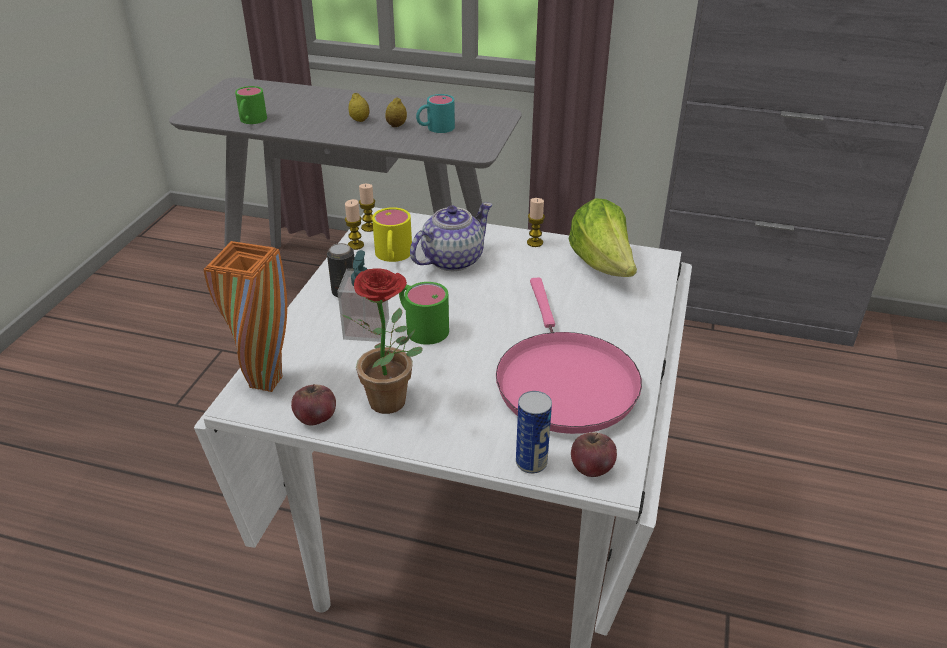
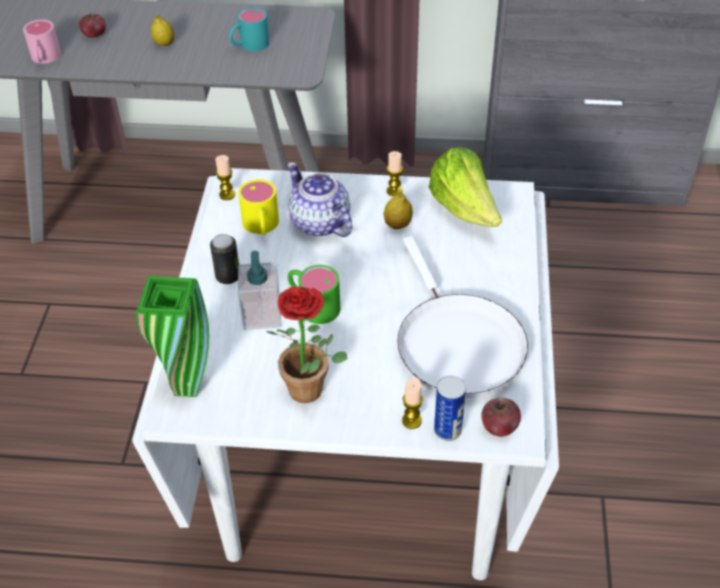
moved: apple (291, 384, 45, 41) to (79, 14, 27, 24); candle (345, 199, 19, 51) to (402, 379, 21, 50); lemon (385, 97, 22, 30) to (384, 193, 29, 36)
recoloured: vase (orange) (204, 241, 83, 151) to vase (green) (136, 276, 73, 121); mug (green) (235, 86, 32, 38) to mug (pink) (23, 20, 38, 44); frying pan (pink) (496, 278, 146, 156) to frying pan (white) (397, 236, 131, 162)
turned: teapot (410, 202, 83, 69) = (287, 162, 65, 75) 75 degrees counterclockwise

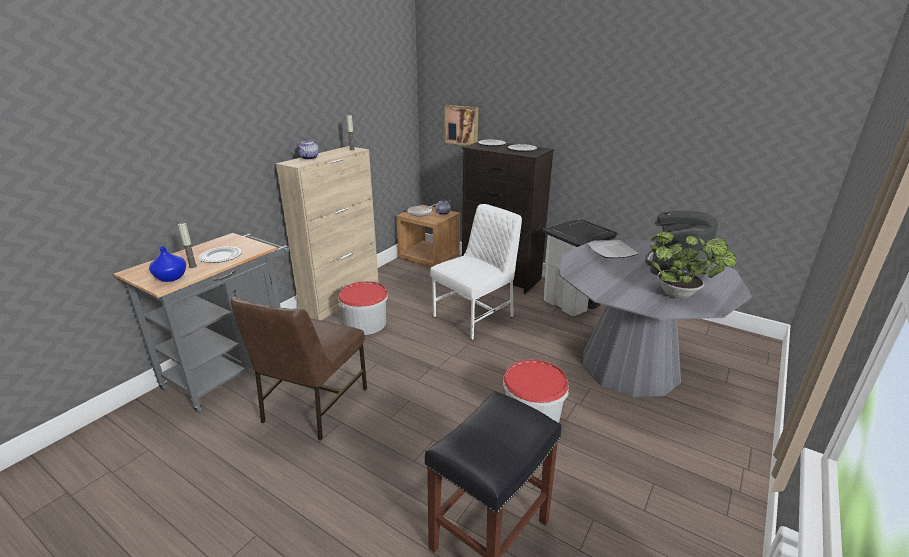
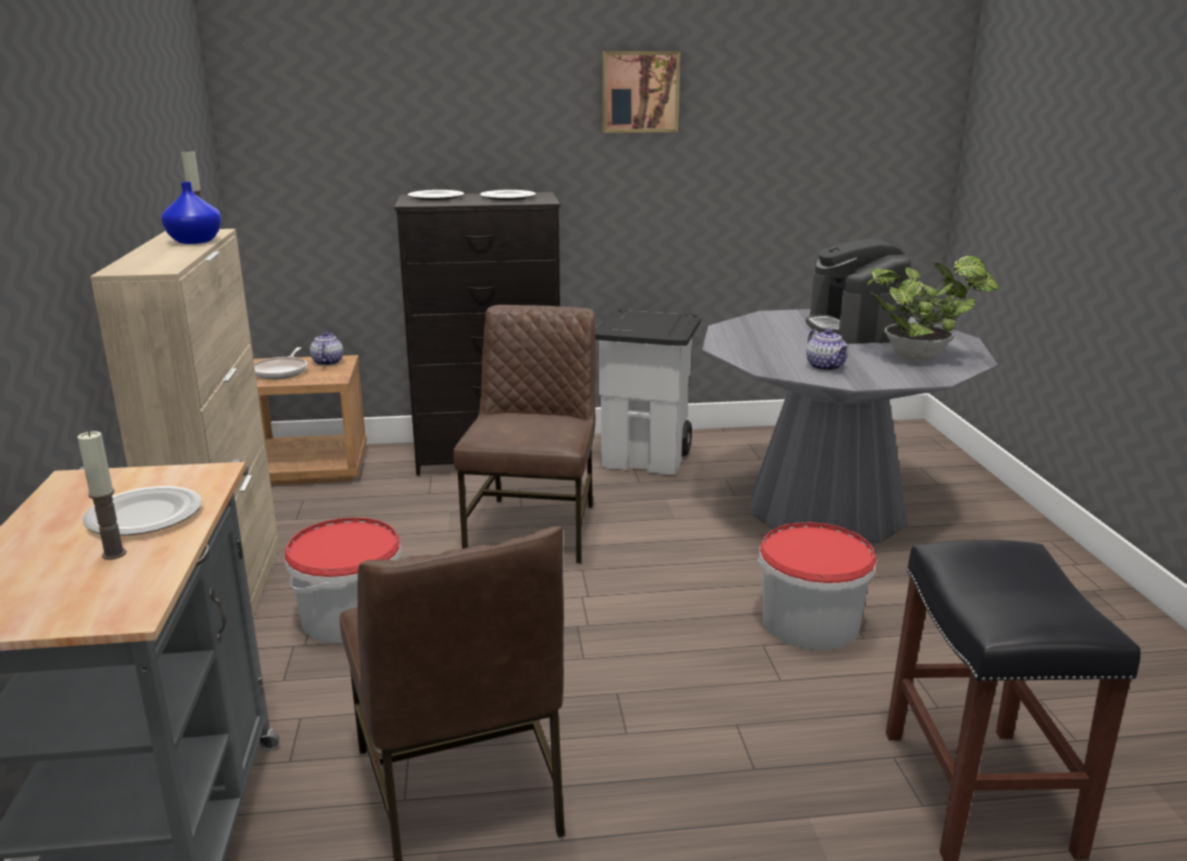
removed: plate (588, 240, 51, 18)
moved: vase (blue) (149, 246, 37, 36) to (161, 182, 60, 62); teapot (297, 138, 22, 22) to (806, 329, 42, 42); picture (444, 105, 34, 41) to (602, 51, 78, 82)
recoloured: chair (white) (430, 204, 92, 136) to chair (brown) (453, 305, 143, 258)

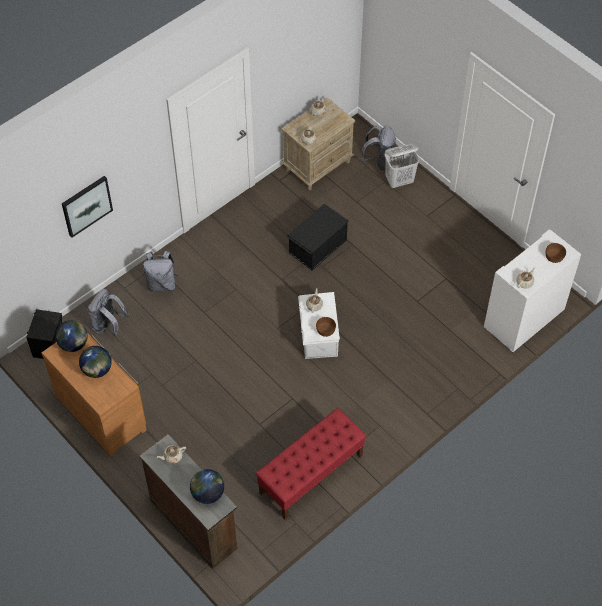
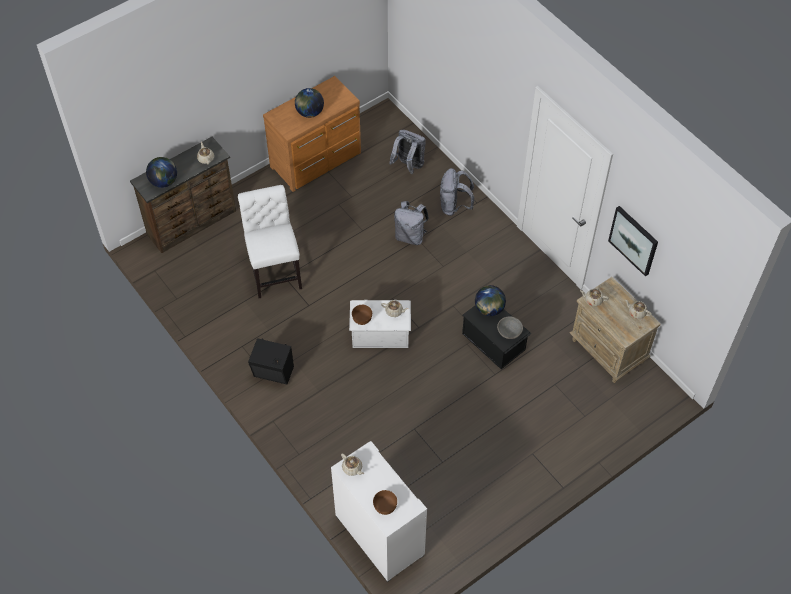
removed: bench (red) (256, 408, 110, 112); laundry basket (white) (384, 144, 35, 44)
added: chair (white) (238, 185, 64, 113); bowl (grey) (497, 316, 26, 23)
moved: speaker (black) (26, 309, 36, 50) to (248, 338, 46, 46); globe (55, 320, 33, 32) to (475, 285, 31, 31); picture (62, 176, 51, 62) to (608, 206, 50, 71); backpack (grey) (361, 125, 35, 45) to (394, 201, 35, 44)

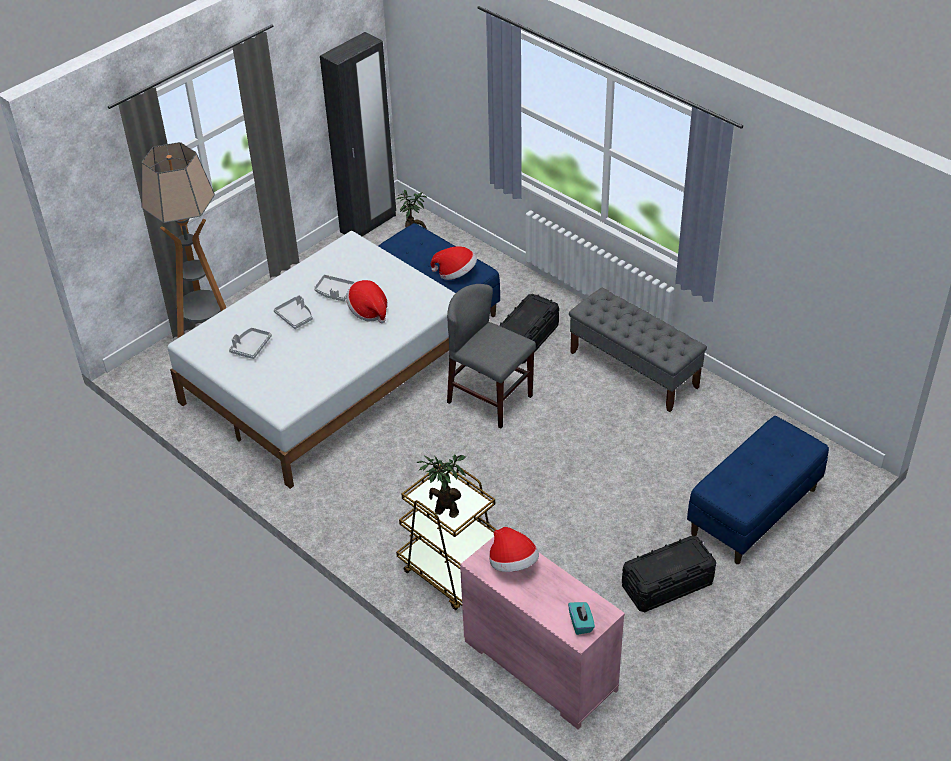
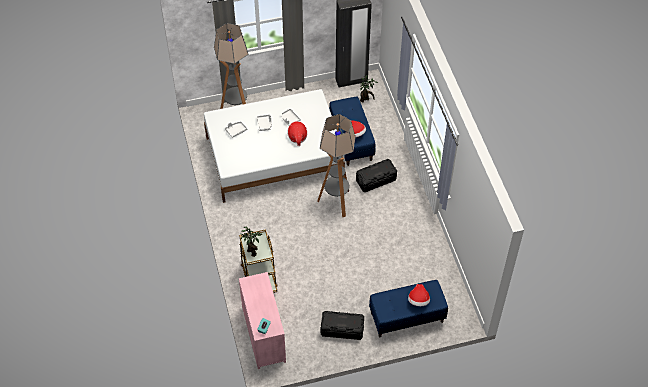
removed: bench (grey) (569, 288, 138, 124)
moved: hat (489, 527, 50, 45) to (408, 284, 22, 22)
replaced: chair (grey) (447, 284, 89, 144) to floor lamp (318, 114, 38, 103)

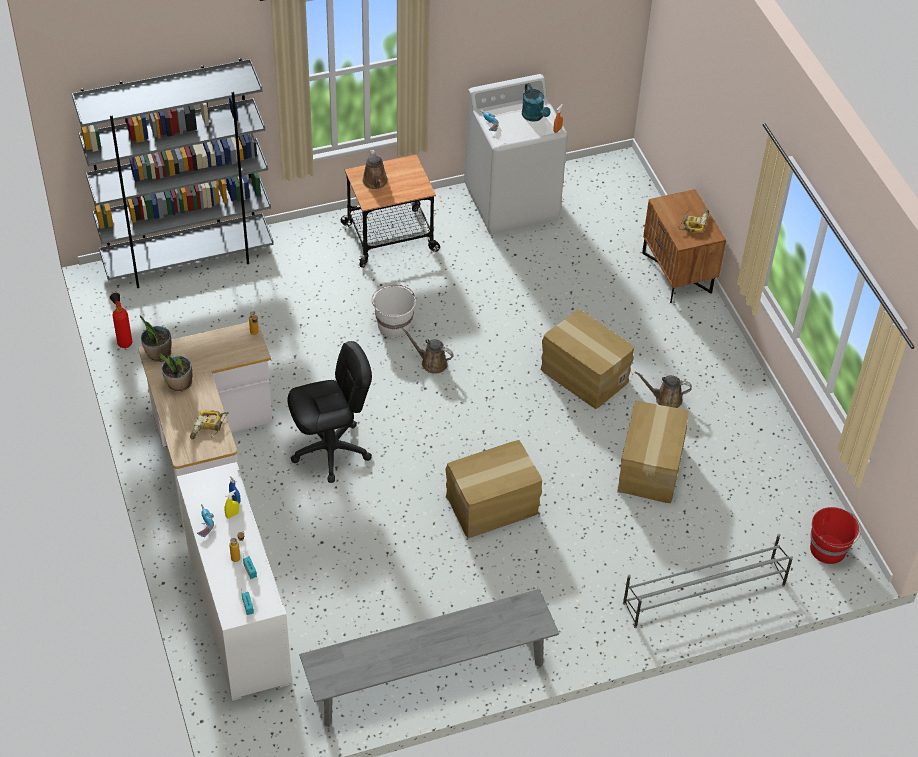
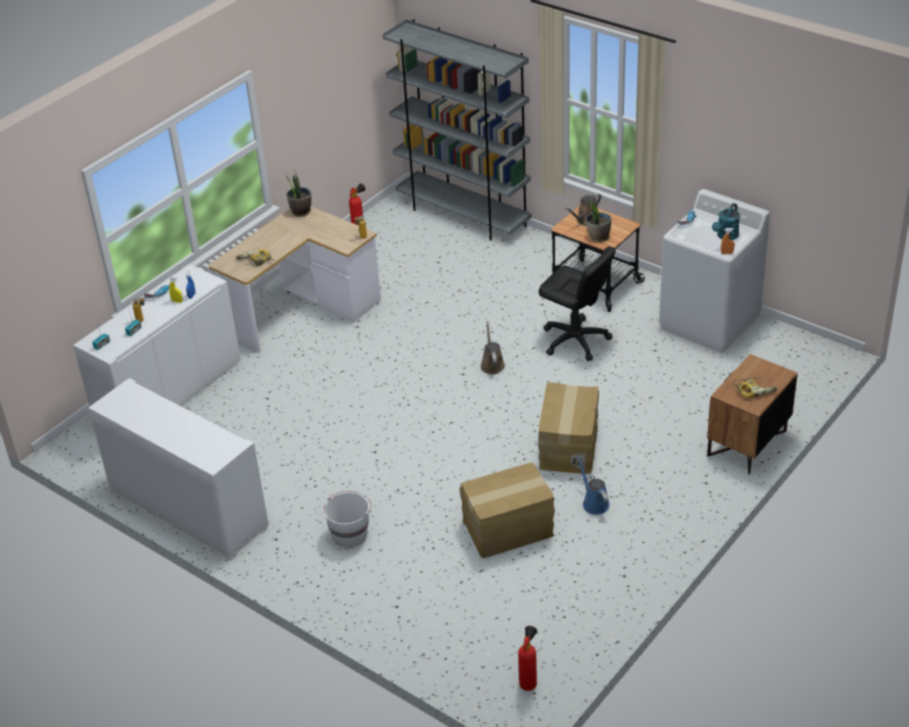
removed: cardboard box (445, 440, 97, 98); shoe rack (grey) (623, 534, 170, 94)
moved: potted plant (159, 353, 33, 39) to (586, 197, 25, 45); office chair (black) (288, 341, 84, 142) to (539, 246, 77, 115); bucket (white) (372, 285, 44, 53) to (324, 491, 47, 57)
replaced: bench (grey) (299, 589, 260, 138) to cabinet (white) (88, 378, 181, 183); bucket (red) (810, 507, 51, 57) to fire extinguisher (518, 626, 19, 65)
recoloured: watering can (brown) (635, 372, 57, 36) to watering can (blue) (577, 456, 32, 59)

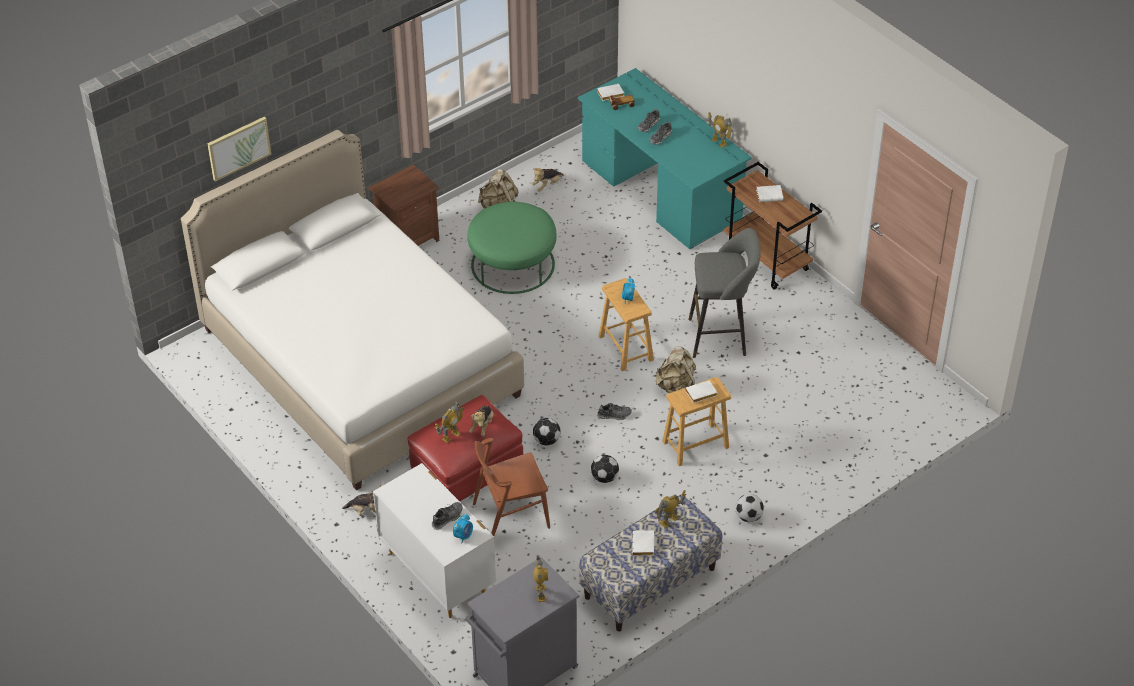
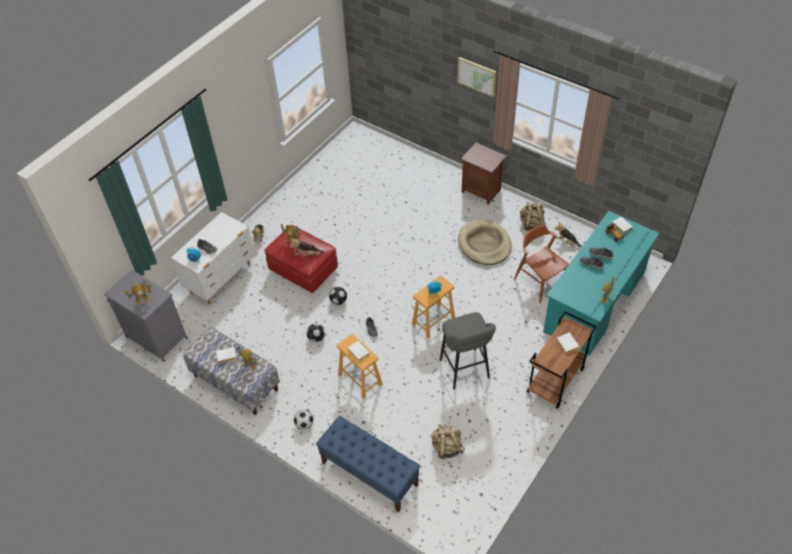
removed: bed (white) (181, 130, 343, 361)
added: bench (blue) (316, 416, 104, 97)
moved: picture (207, 117, 64, 65) to (457, 57, 39, 40); chair (brown) (473, 438, 77, 98) to (514, 224, 55, 79); backpack (beige) (656, 346, 40, 47) to (432, 424, 33, 35)
replaced: ottoman (green) (468, 202, 88, 92) to dog bed (beige) (458, 219, 53, 46)

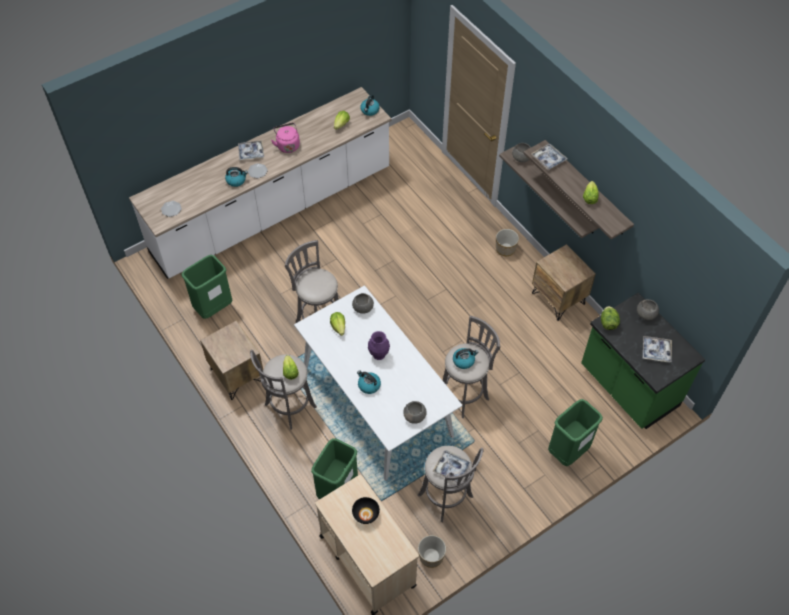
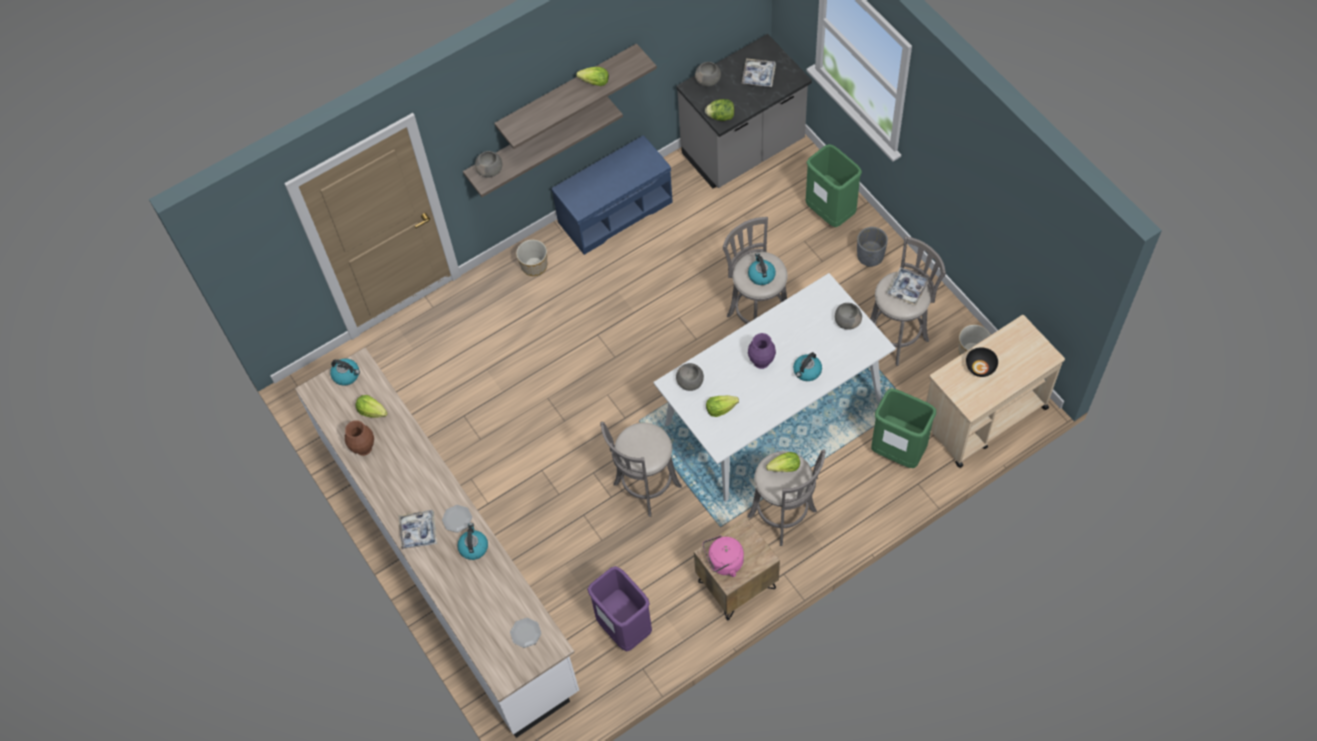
removed: tray (531, 144, 36, 26)
added: vase (brown) (345, 420, 29, 36); planter (grey) (857, 227, 31, 40)
moved: kettle (pink) (271, 123, 29, 30) to (703, 535, 41, 42)
replaced: nightstand (brown) (532, 244, 64, 77) to bench (blue) (551, 135, 122, 120)
recoloured: trash can (green) (181, 255, 52, 64) to trash can (purple) (587, 566, 65, 86); counter (green) (581, 293, 124, 136) to counter (grey) (676, 34, 136, 154)

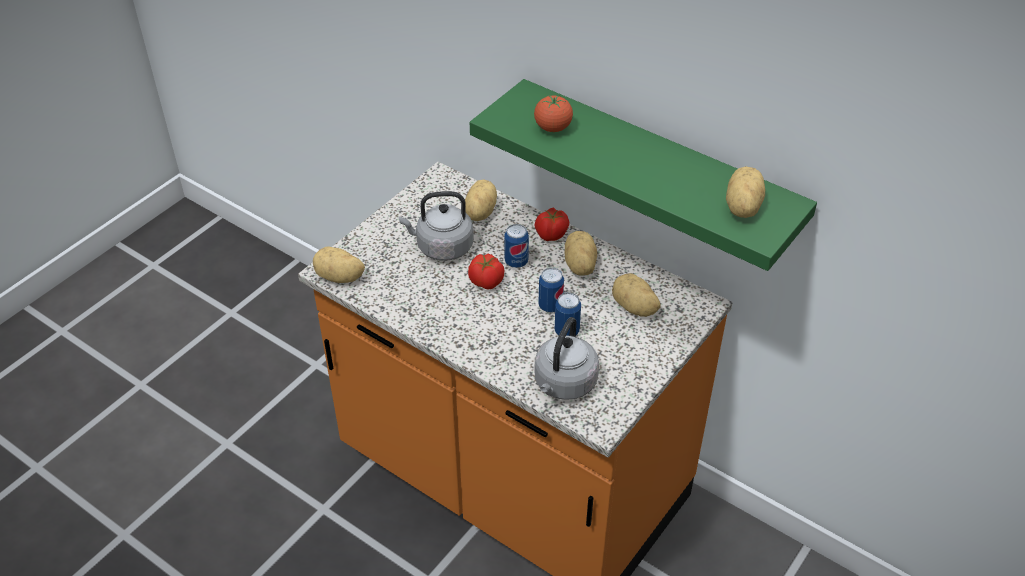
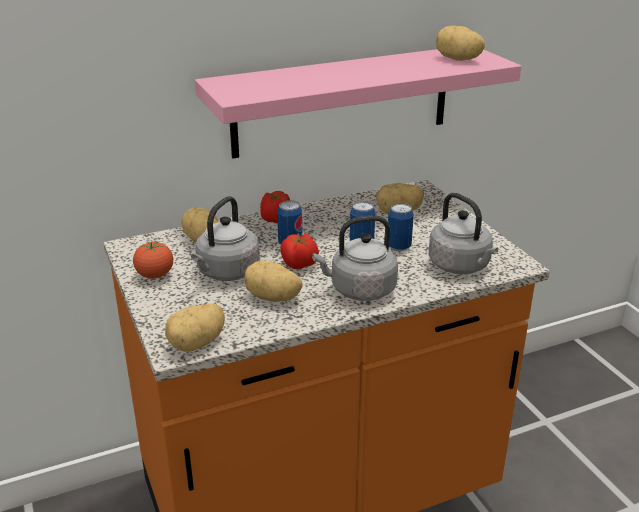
added: kettle (grey) (312, 216, 86, 85)
moved: tomato (534, 96, 39, 36) to (133, 241, 40, 38); potato (565, 231, 32, 45) to (244, 260, 59, 41)
recoloured: shelf (green) (470, 79, 347, 192) to shelf (pink) (195, 49, 326, 110)

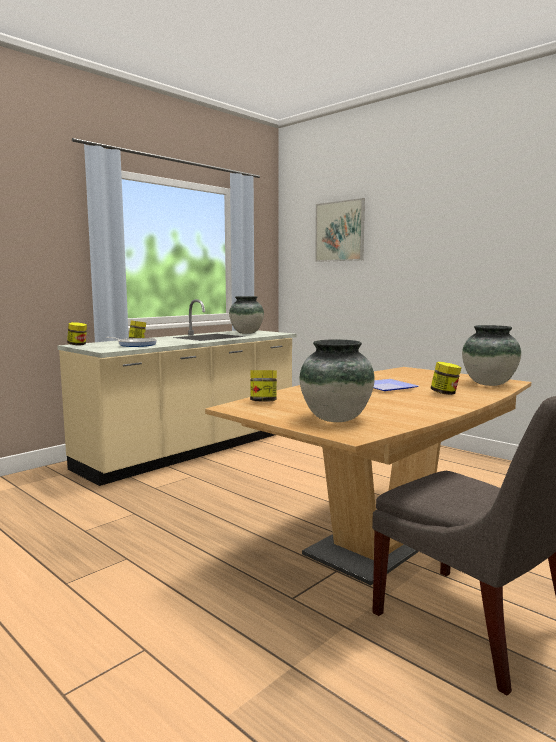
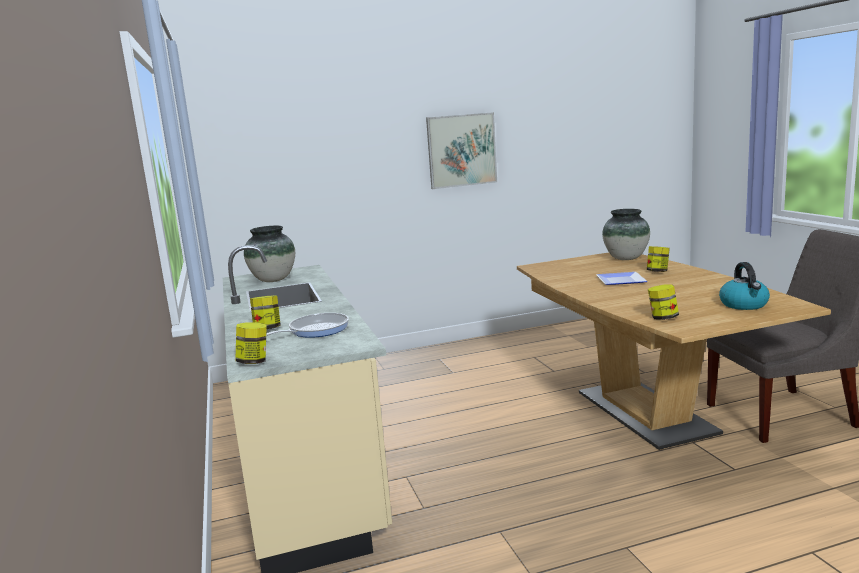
moved: picture (315, 198, 50, 64) to (426, 112, 71, 77)
replaced: vase (300, 339, 75, 83) to kettle (719, 262, 51, 48)

